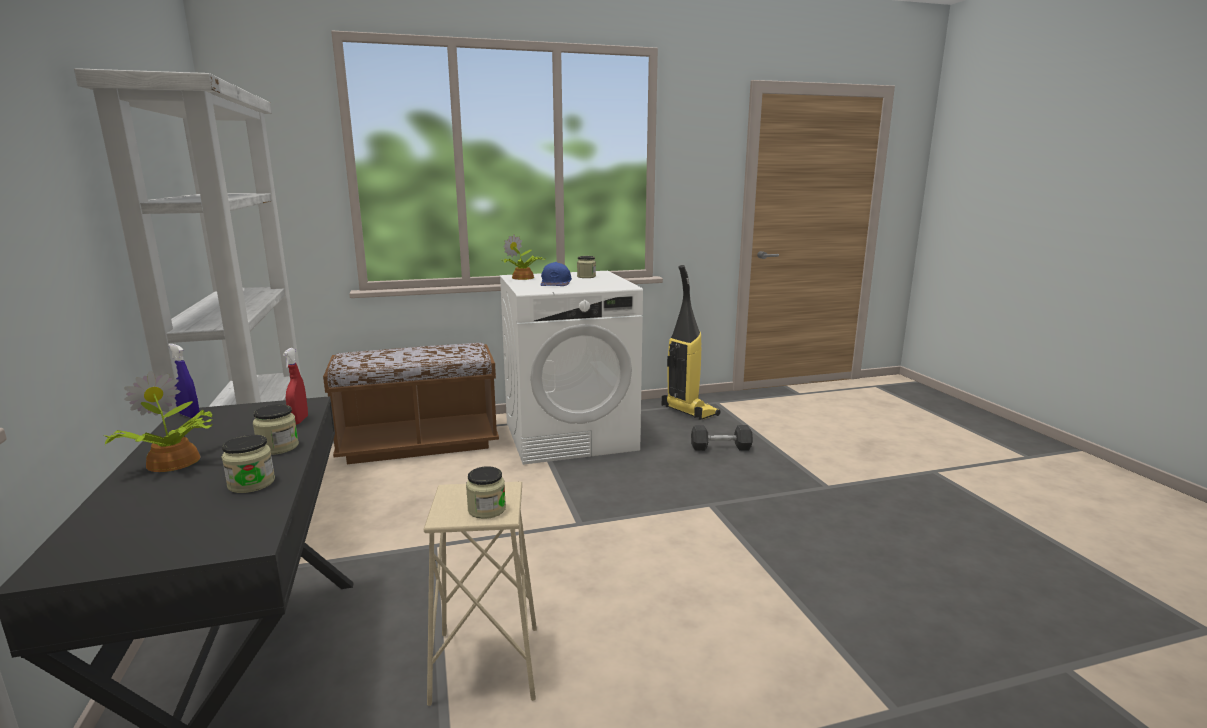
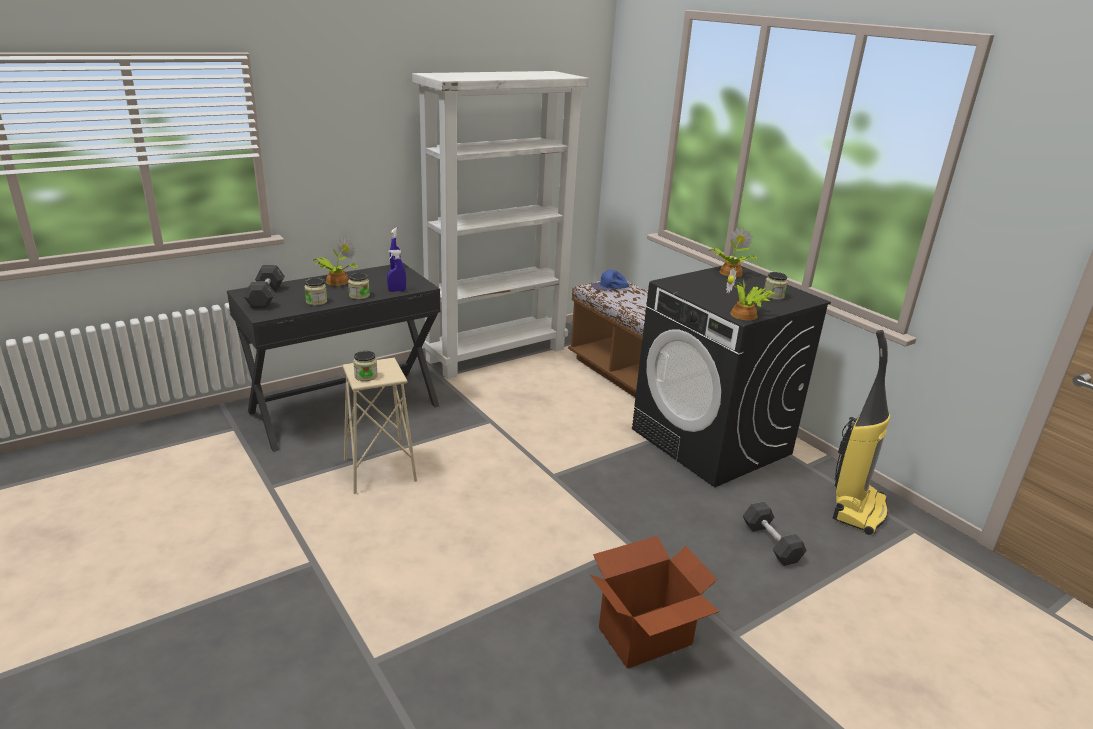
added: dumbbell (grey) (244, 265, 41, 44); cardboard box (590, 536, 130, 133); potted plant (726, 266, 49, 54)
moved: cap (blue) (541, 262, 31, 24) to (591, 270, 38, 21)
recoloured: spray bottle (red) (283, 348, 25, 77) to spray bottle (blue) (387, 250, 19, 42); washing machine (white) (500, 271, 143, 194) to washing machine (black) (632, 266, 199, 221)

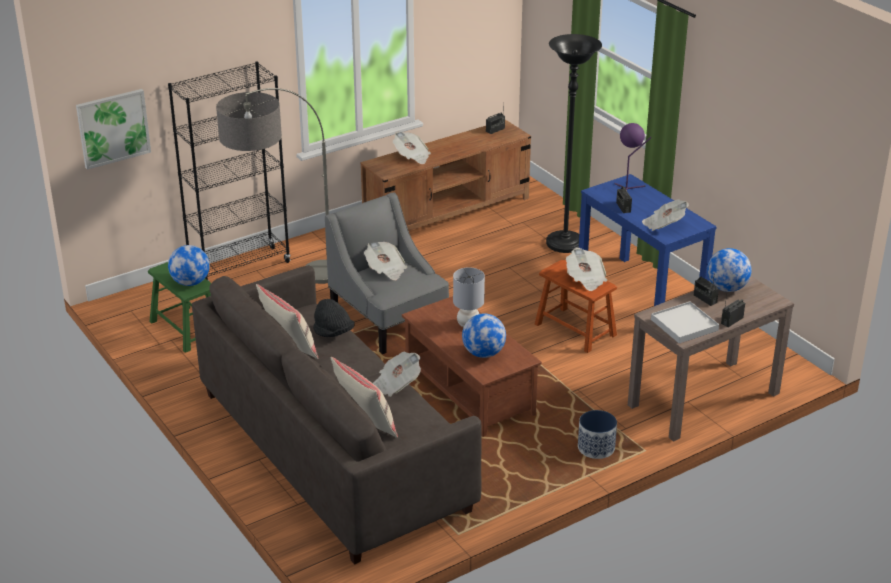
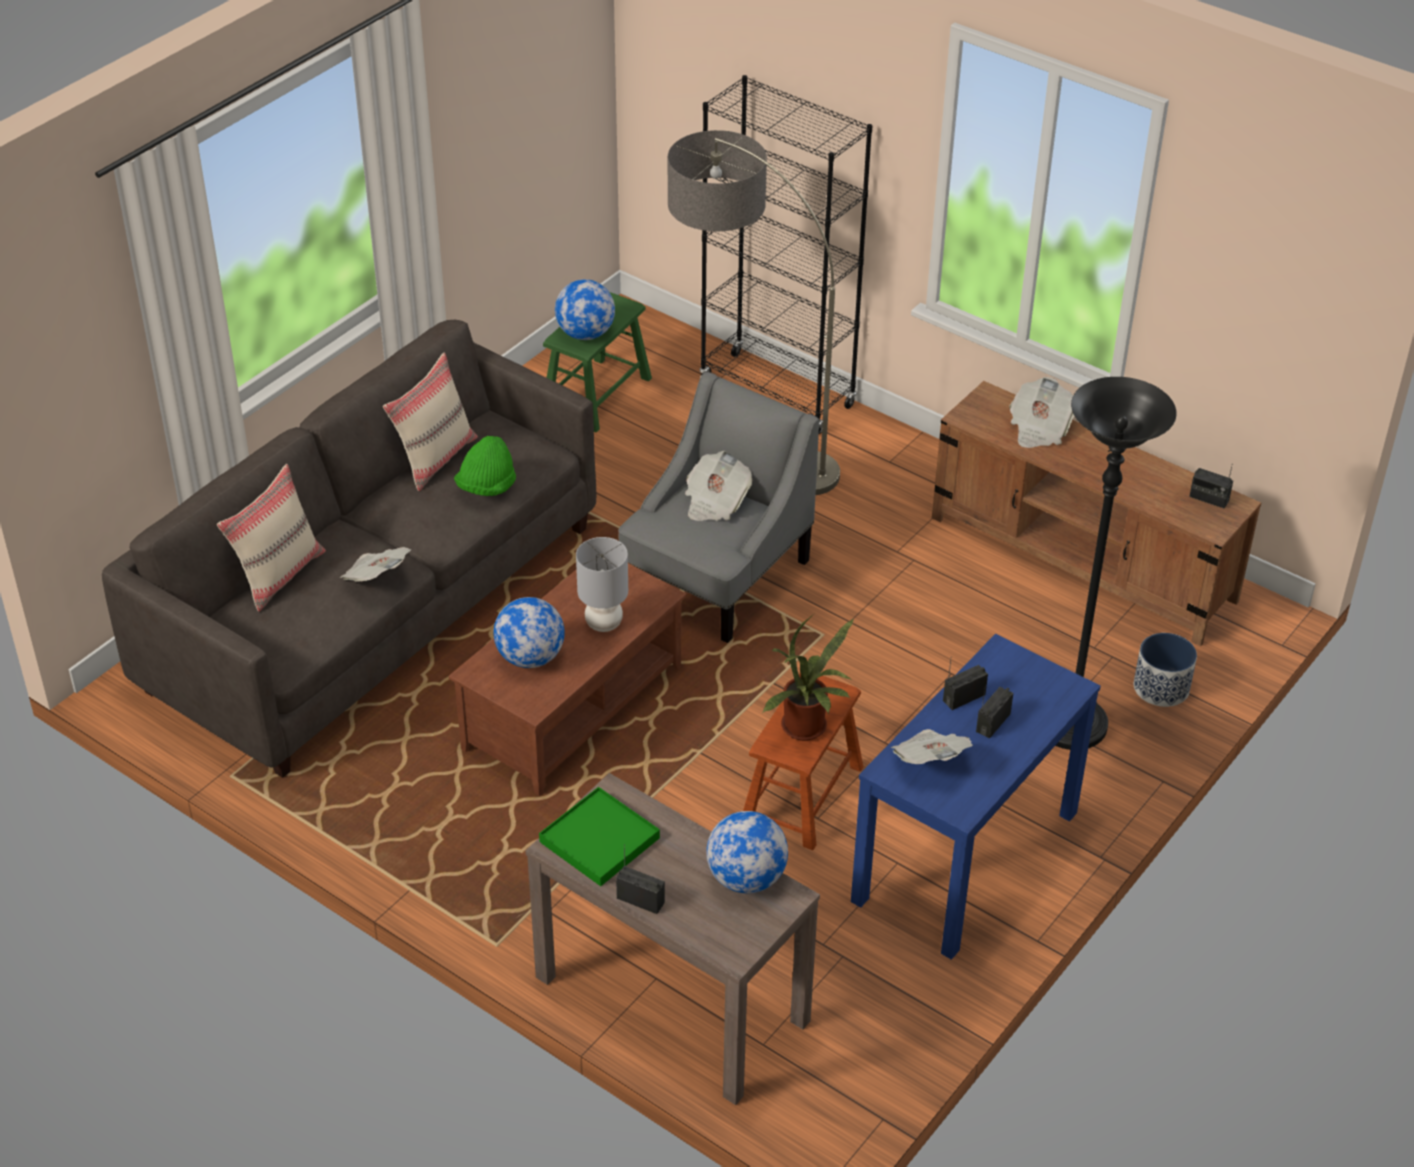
removed: picture (76, 89, 75, 81); table lamp (purple) (614, 123, 37, 67)
moved: planter (578, 410, 39, 49) to (1134, 633, 63, 74); radio (694, 277, 25, 29) to (976, 687, 37, 52)
replaced: newspaper (566, 248, 41, 43) to potted plant (762, 614, 92, 127)
recoloured: hat (black) (313, 299, 42, 38) to hat (green) (454, 436, 62, 60); tray (white) (651, 301, 68, 42) to tray (green) (539, 787, 121, 99)

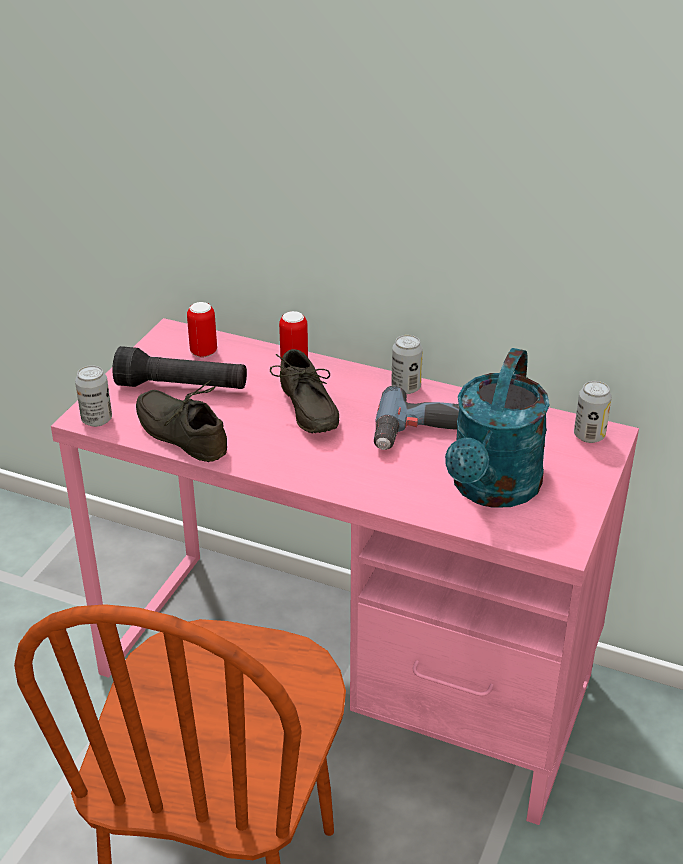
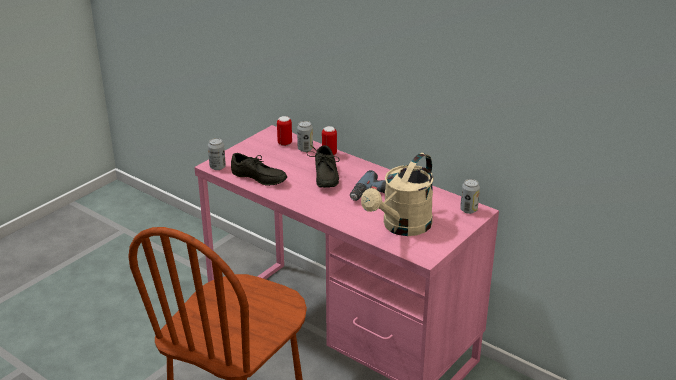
removed: flashlight (black) (112, 346, 135, 43)
moved: can (391, 335, 32, 59) to (297, 121, 16, 31)
recoloured: watering can (turquoise) (445, 348, 105, 160) to watering can (beige) (361, 153, 73, 83)
turned: shoe (grey) (136, 380, 91, 82) = (231, 153, 56, 33) 150 degrees clockwise

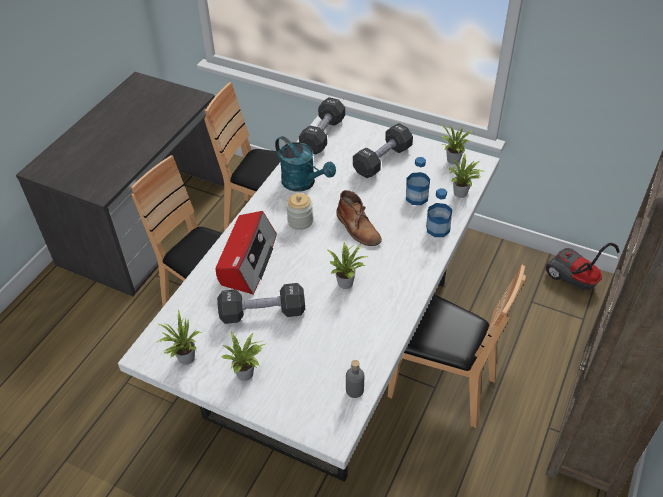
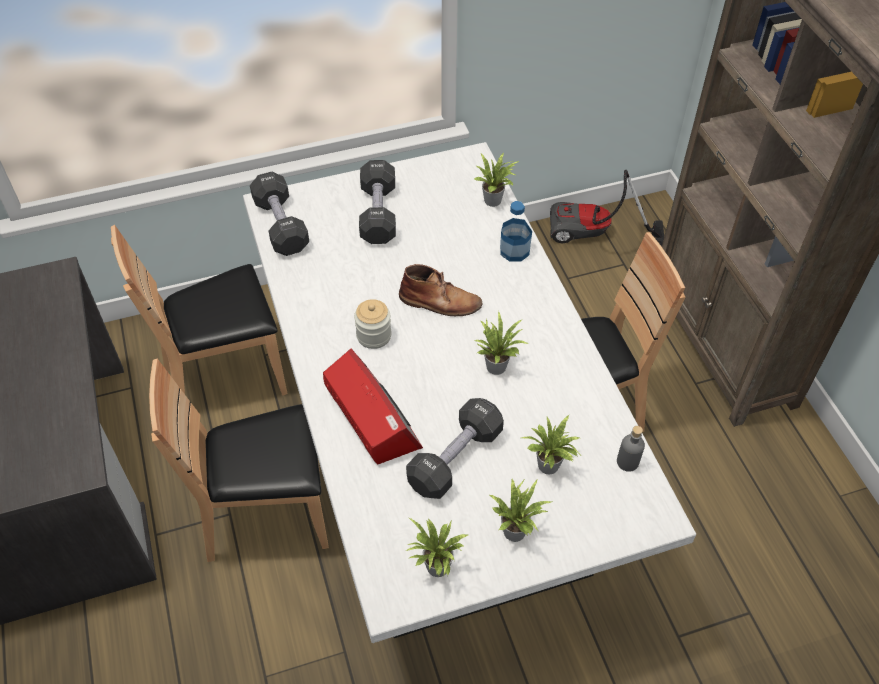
removed: watering can (turquoise) (275, 136, 61, 56); bottle (406, 157, 24, 48)
moved: potted plant (439, 124, 35, 40) to (521, 415, 59, 59)

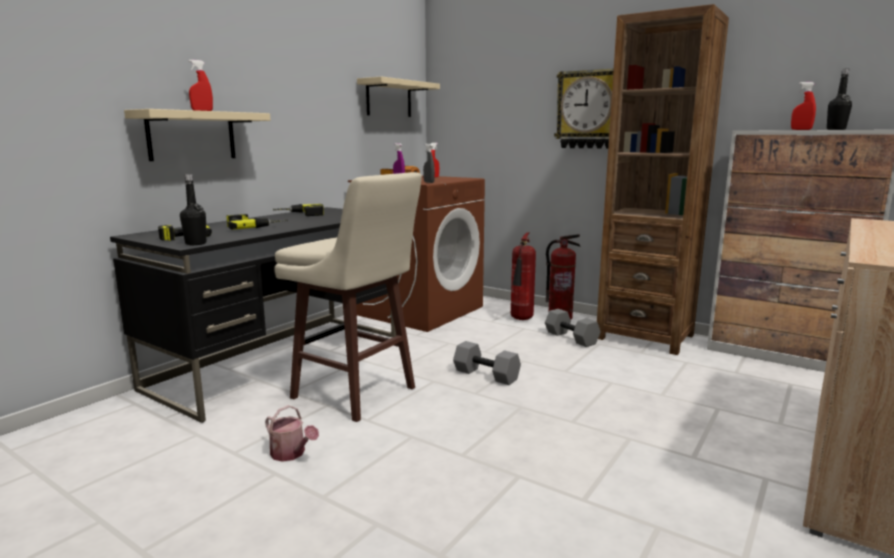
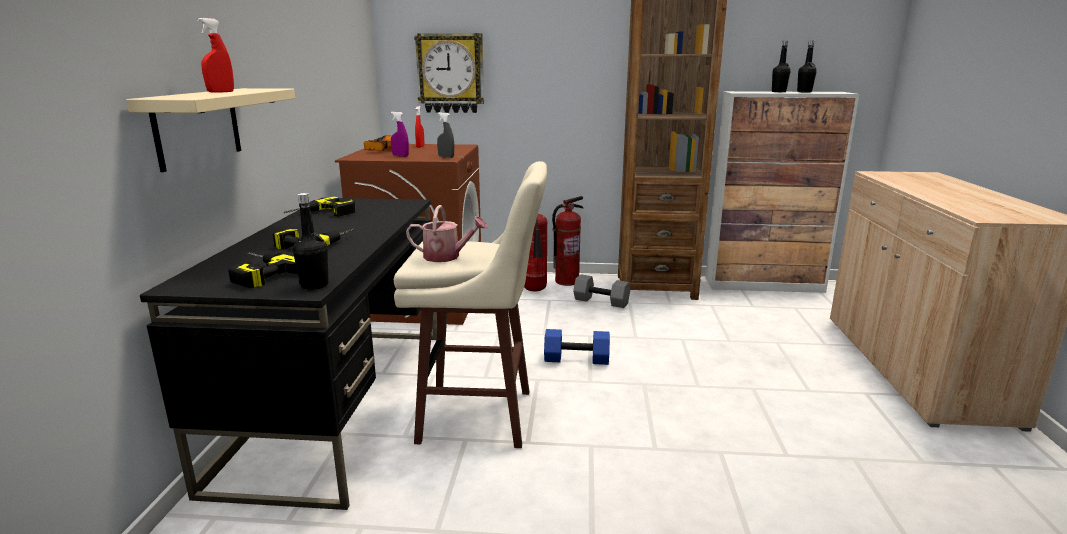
removed: shelf (beige) (357, 76, 83, 41)
moved: watering can (265, 405, 54, 57) to (406, 205, 82, 57); wall clock (554, 68, 60, 81) to (414, 33, 70, 80)
replaced: spray bottle (red) (791, 82, 25, 48) to bottle (black) (772, 41, 19, 51)
recoloured: dumbbell (grey) (453, 341, 68, 44) to dumbbell (blue) (544, 329, 66, 36)

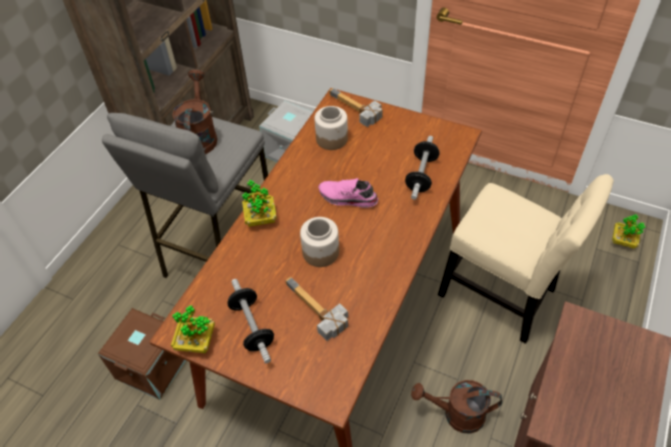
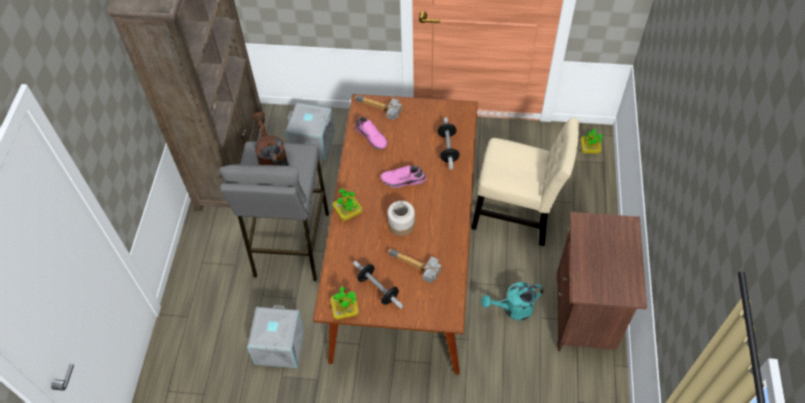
replaced: jar (315, 106, 33, 44) to shoe (pink) (355, 117, 32, 33)
recoloured: storage box (brown) (98, 308, 88, 92) to storage box (grey) (247, 305, 57, 63); watering can (brown) (411, 380, 91, 54) to watering can (turquoise) (481, 282, 62, 39)

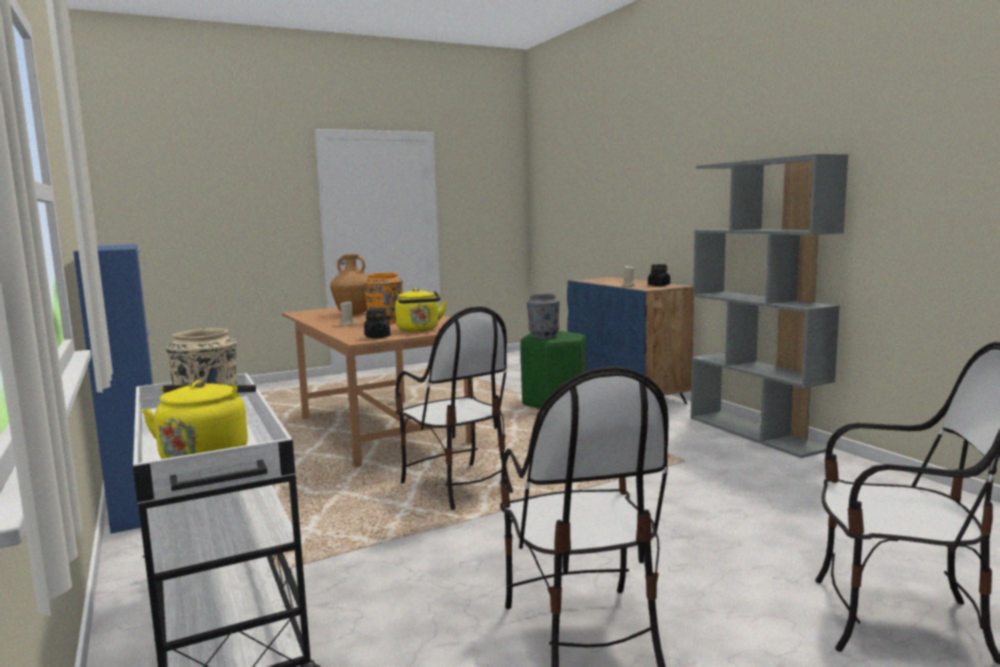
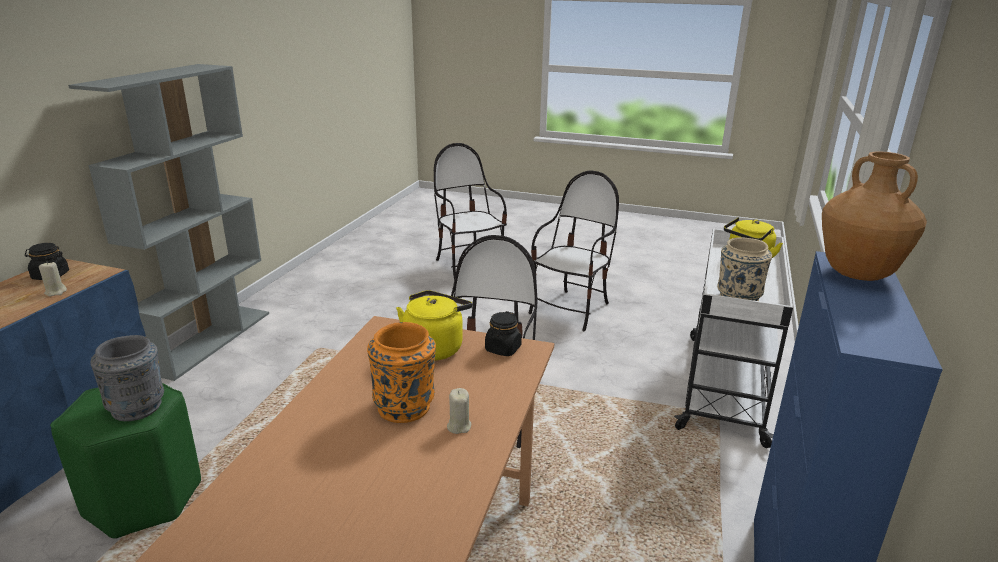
moved: vase (brown) (330, 254, 39, 61) to (822, 151, 105, 130)

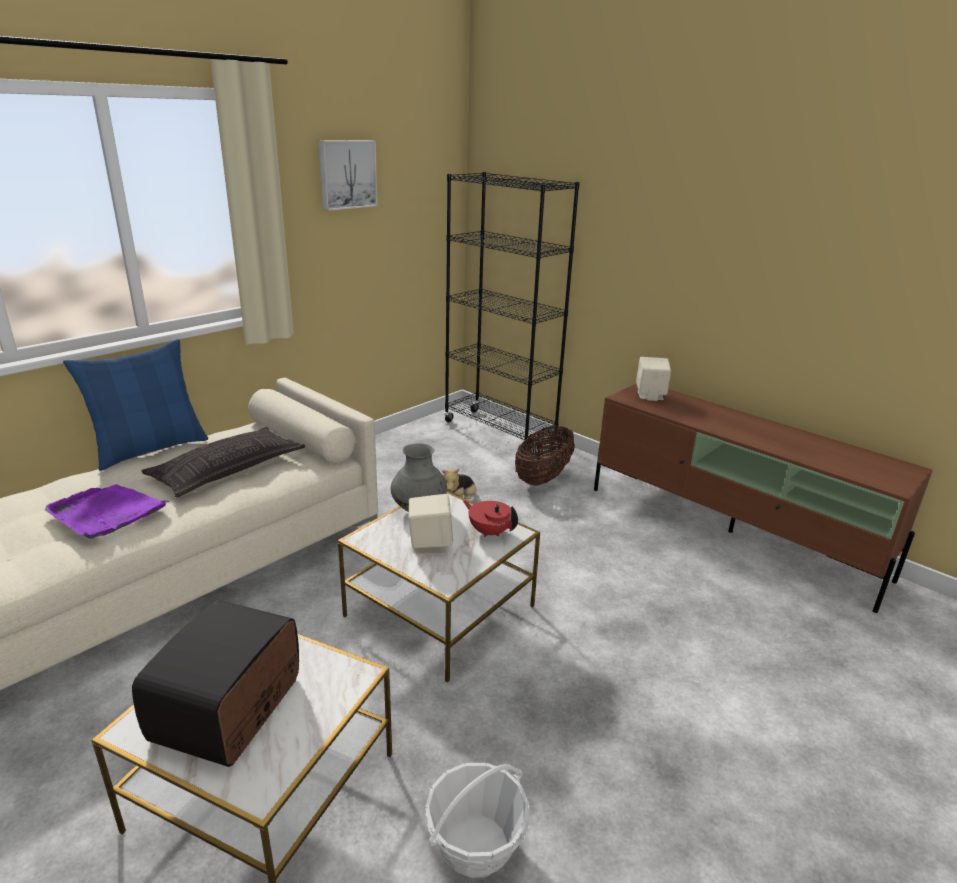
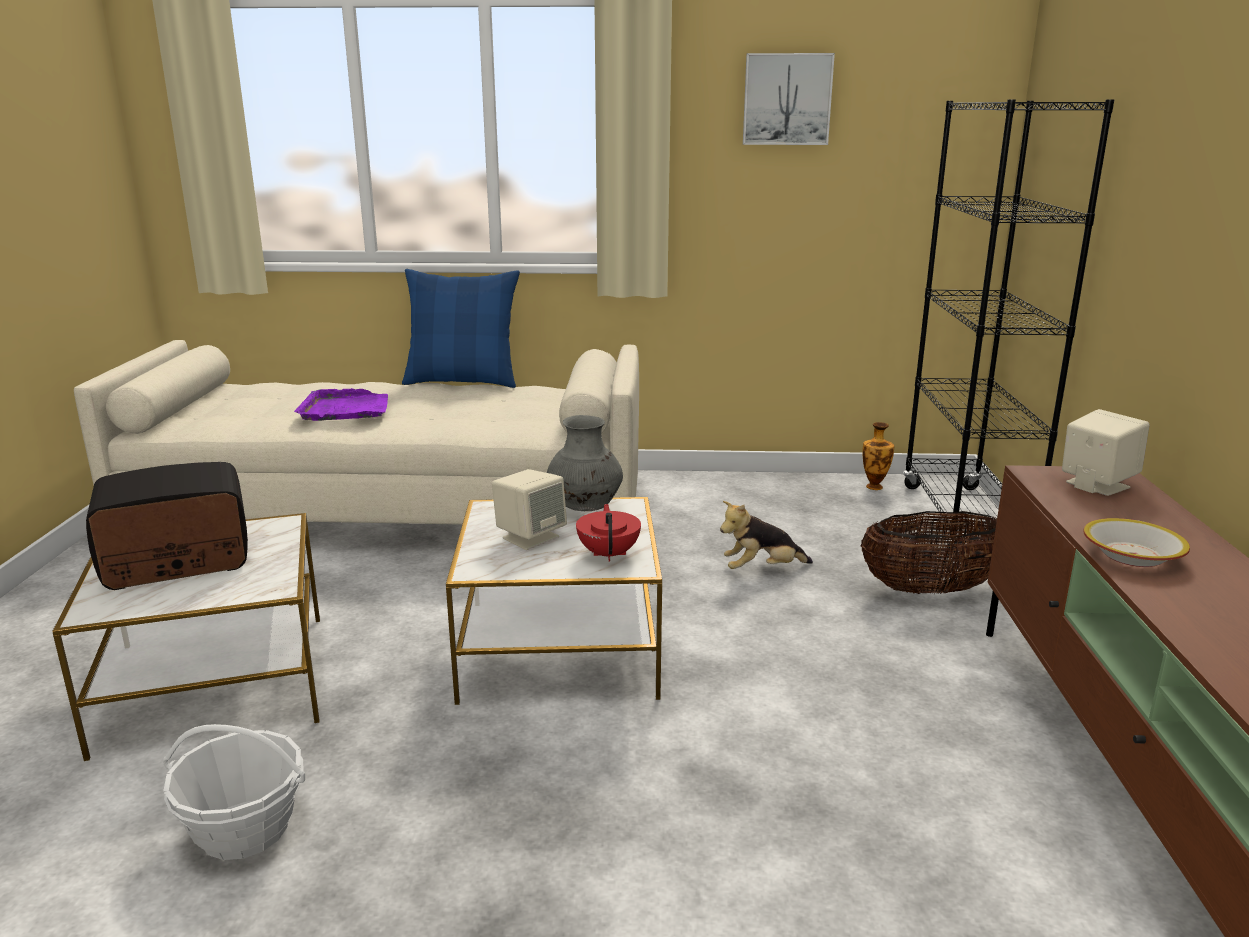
removed: pillow (142, 427, 163, 70)
added: vase (862, 422, 32, 68); bowl (1083, 518, 107, 49)

